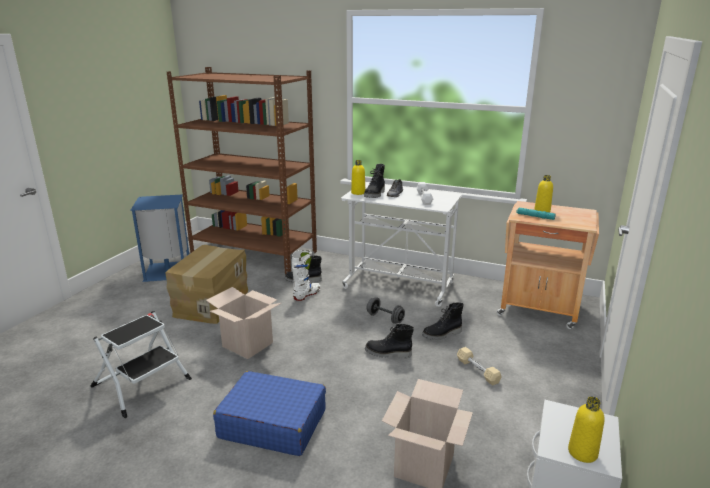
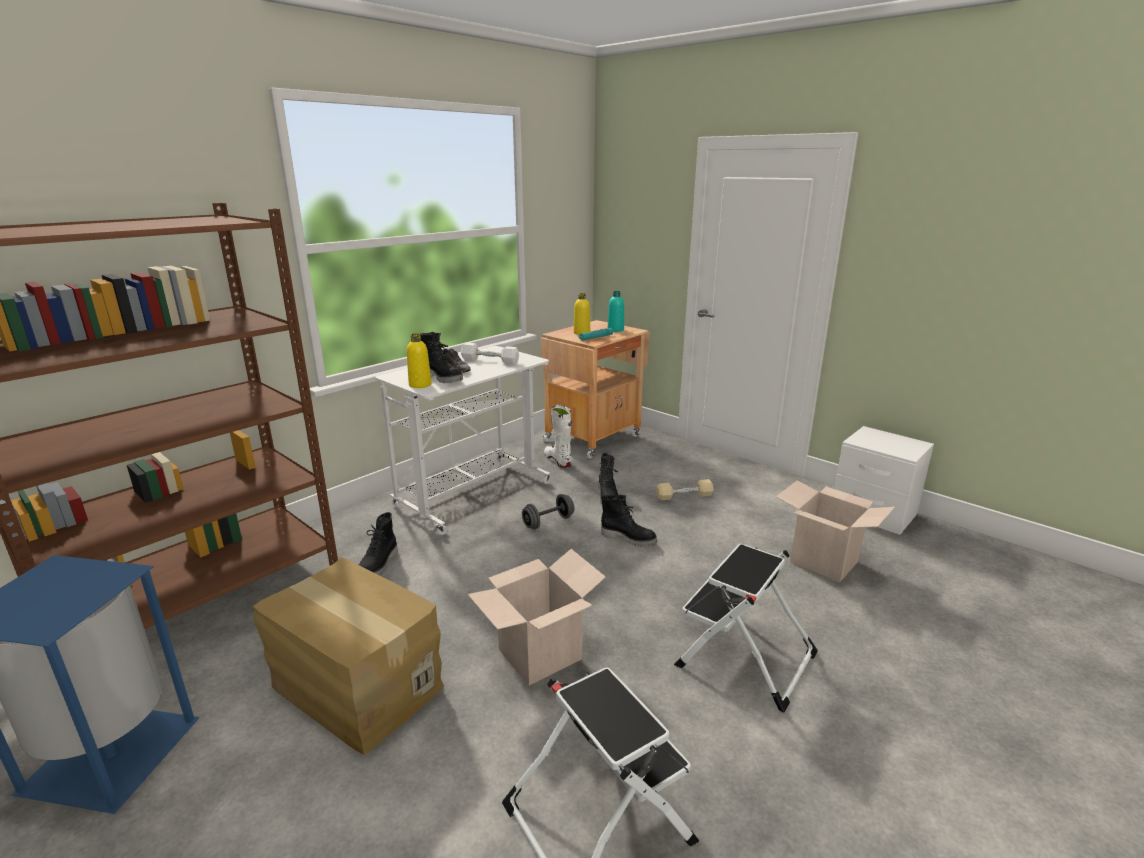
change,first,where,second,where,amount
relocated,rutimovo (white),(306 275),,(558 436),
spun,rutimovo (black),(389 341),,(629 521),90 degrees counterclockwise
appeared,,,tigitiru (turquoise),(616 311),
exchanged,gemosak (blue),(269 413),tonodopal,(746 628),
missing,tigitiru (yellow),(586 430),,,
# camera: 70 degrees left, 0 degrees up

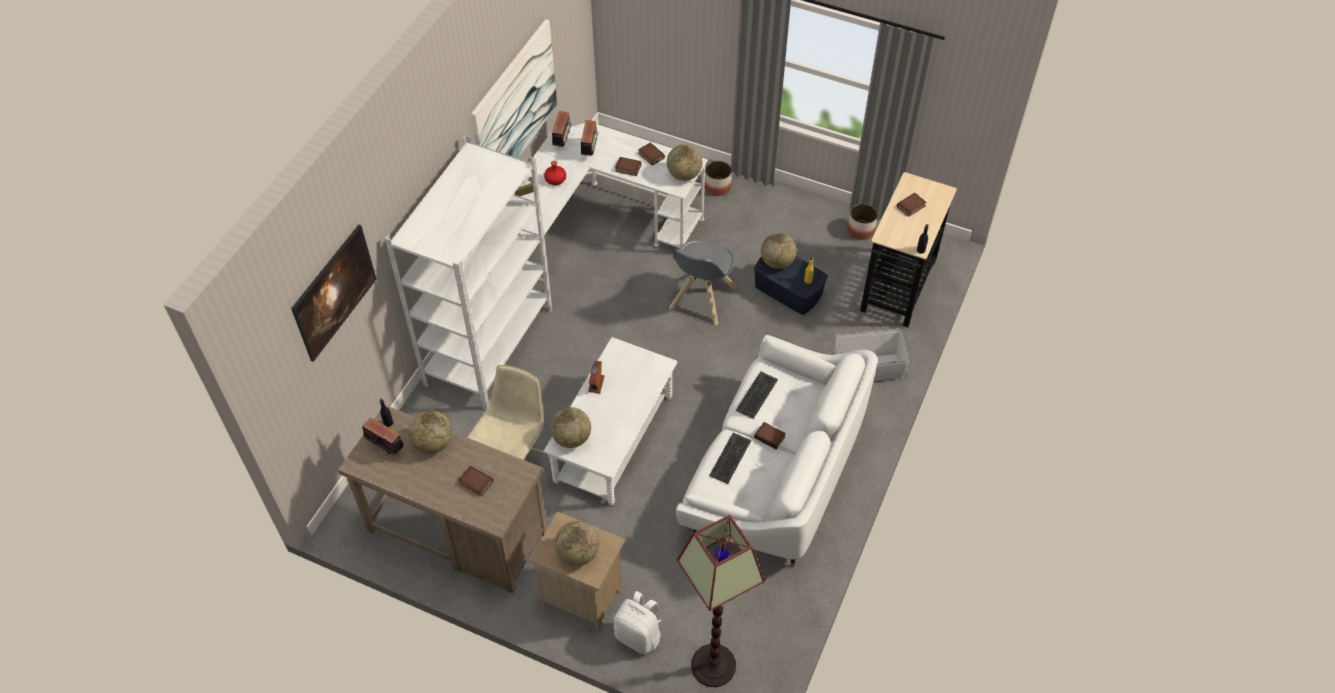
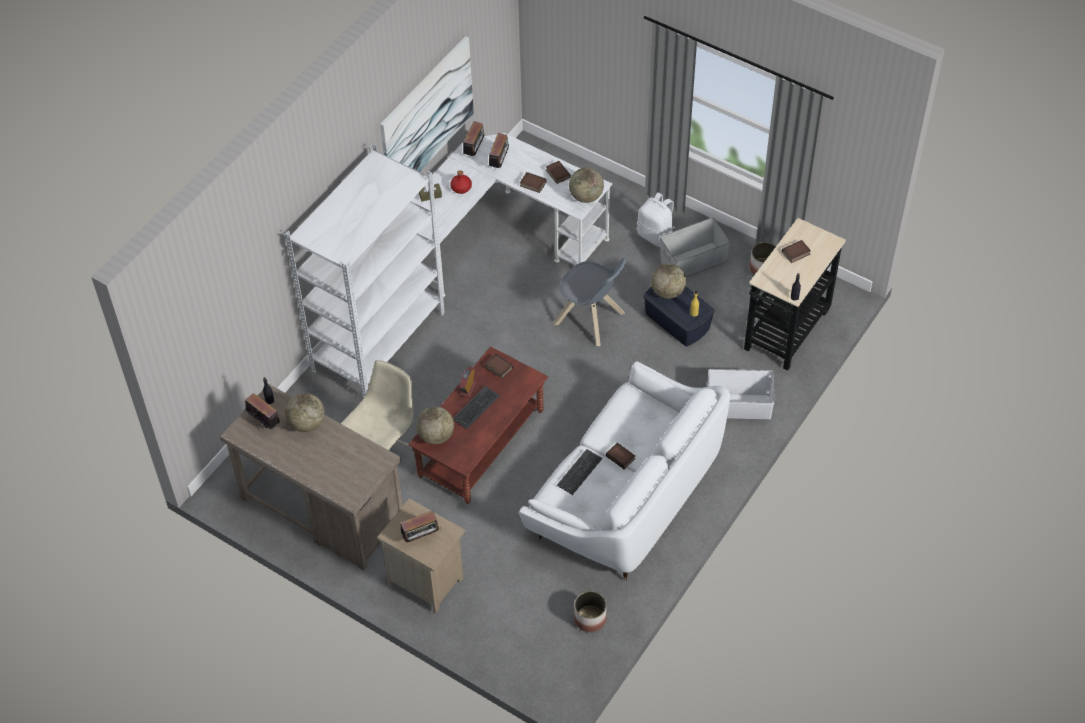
change,first,where,second,where,amount
exchanged,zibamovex,(577 543),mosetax,(420 526),
colour,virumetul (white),(610 421),virumetul (brown),(478 425),
relocated,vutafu,(757 395),,(476 407),
relocated,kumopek,(476 481),,(499 366),
spun,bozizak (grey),(703 282),,(590 302),90 degrees counterclockwise
relocated,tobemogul,(718 178),,(590 611),
relocated,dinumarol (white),(637 622),,(656 219),
appeared,,,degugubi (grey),(695 246),
missing,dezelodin,(334 293),,,
missing,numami,(721 601),,,
# camera: 10 degrees right, 0 degrees up

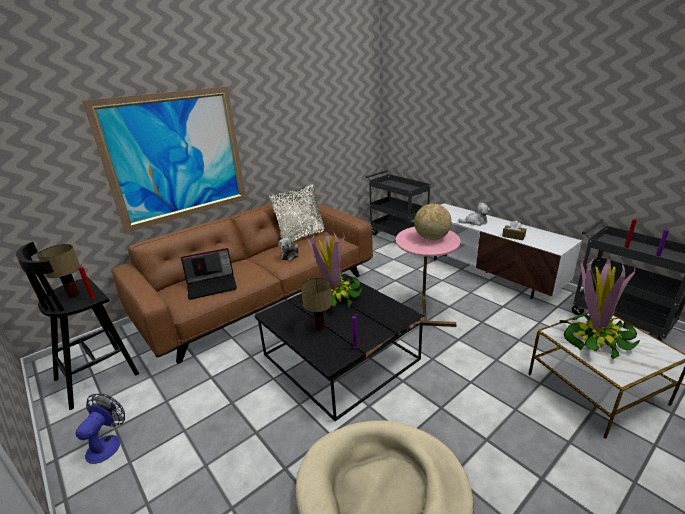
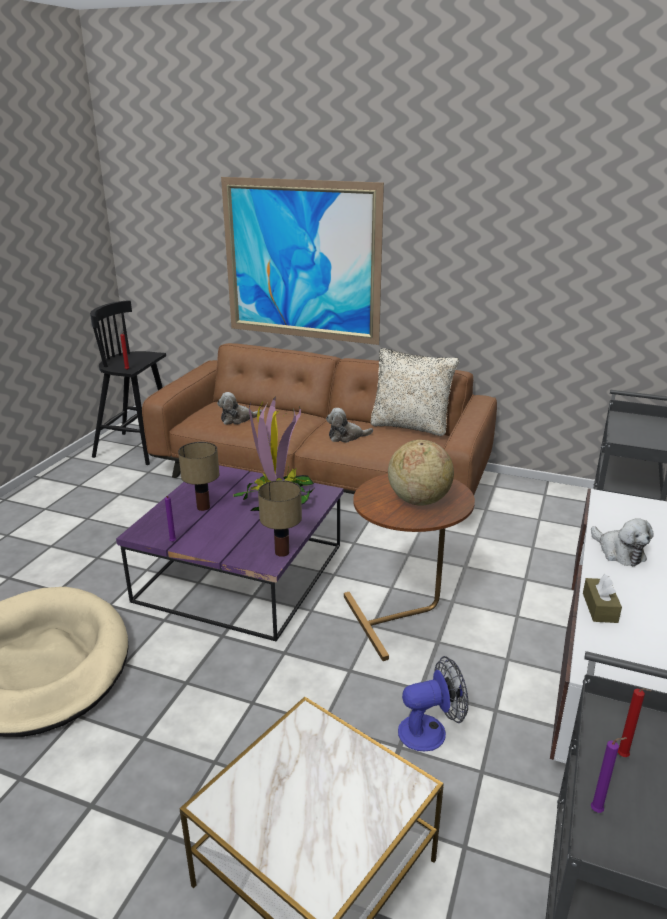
change,first,where,second,where,amount
colour,virumetul (black),(340 347),virumetul (purple),(230 553),
exchanged,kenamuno,(209 274),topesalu,(239 408),
relocated,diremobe,(58 271),,(280 518),
colour,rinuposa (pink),(428 277),rinuposa (brown),(409 567),
relocated,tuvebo,(100 429),,(433 703),
missing,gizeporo,(599 307),,,
# camera: 60 degrees right, 0 degrees up

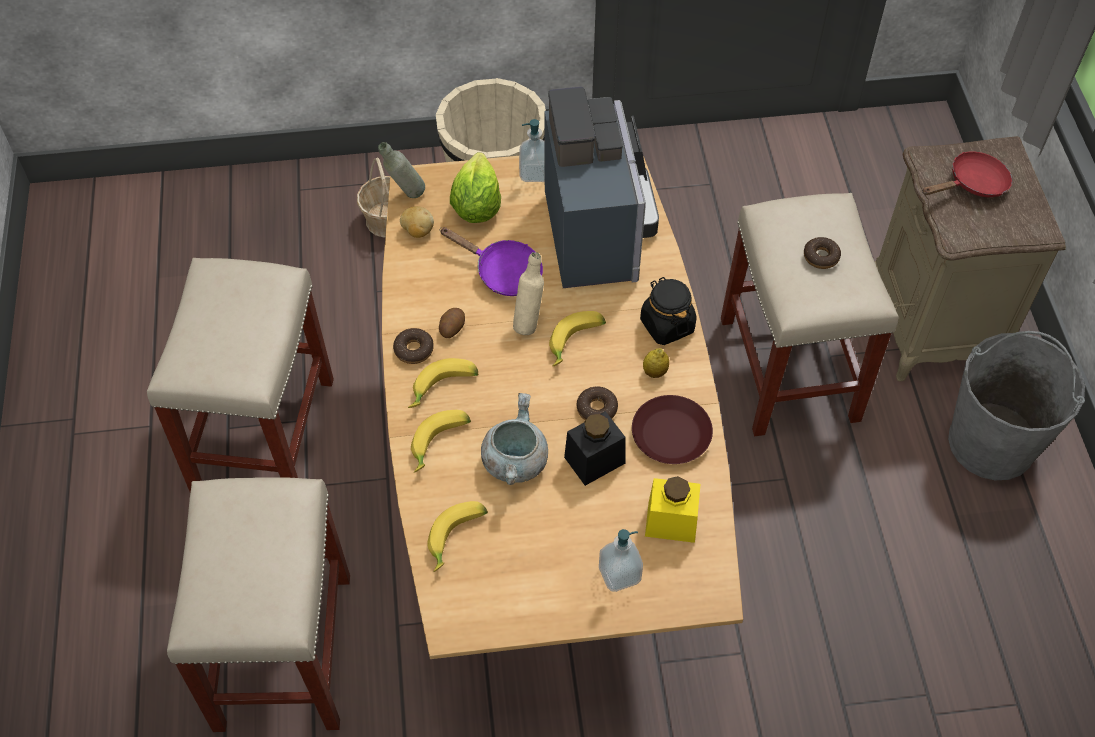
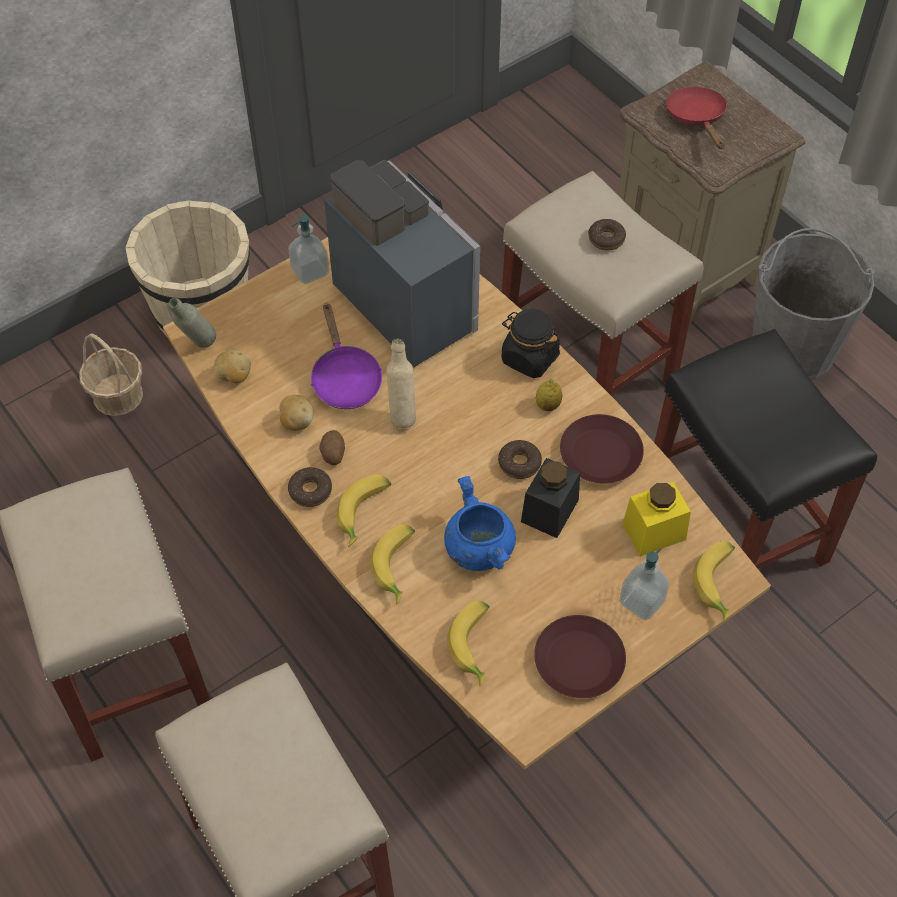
change,first,where,second,where,amount
appeared,,,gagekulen,(296 413),
spun,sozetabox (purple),(492 261),,(346 356),75 degrees clockwise
colour,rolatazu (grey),(514 439),rolatazu (blue),(480 523),
appeared,,,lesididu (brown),(580 656),
appeared,,,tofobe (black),(765 449),
spun,sozetabox (red),(967 174),,(696 117),45 degrees counterclockwise
relocated,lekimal,(577 339),,(714 581),
missing,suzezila,(475 187),,,
# camera: 30 degrees left, 0 degrees up

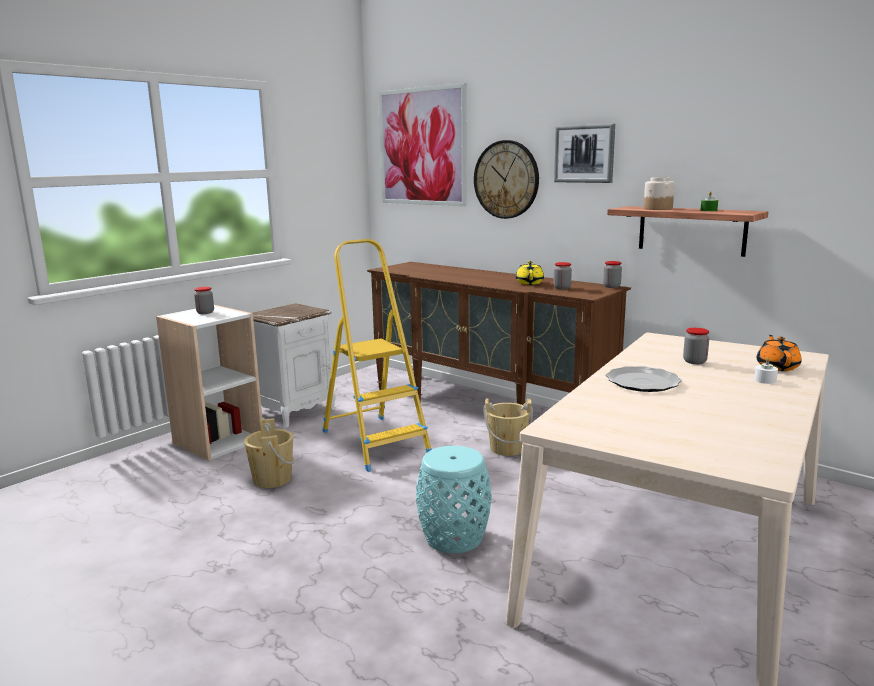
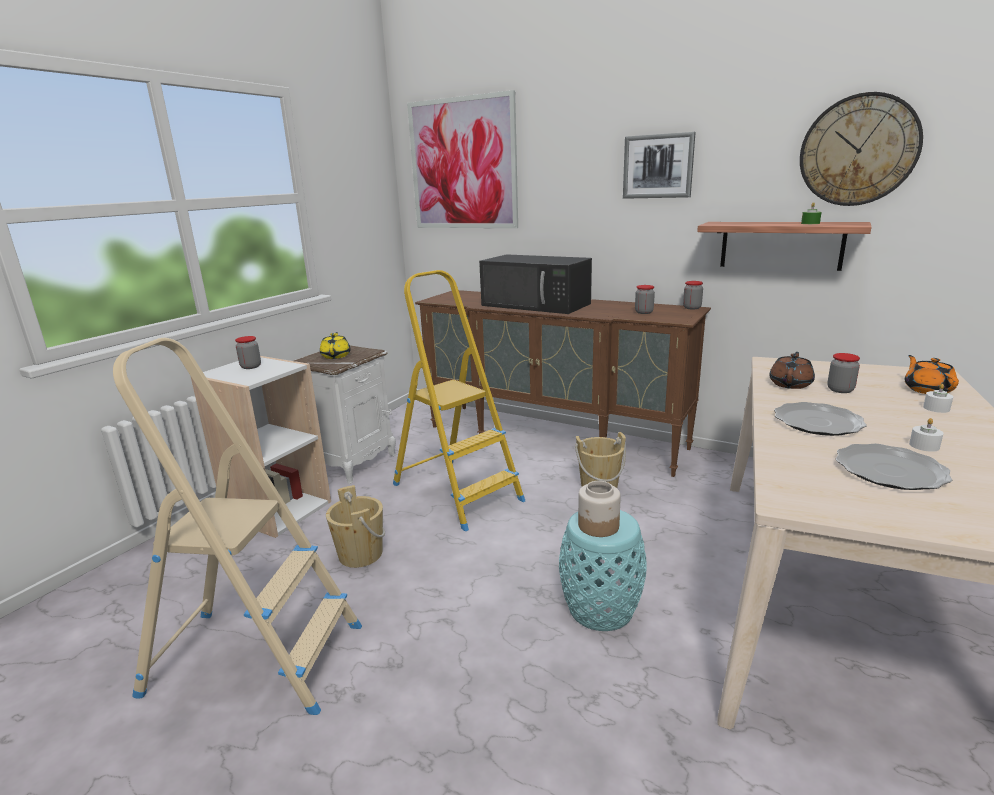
change,first,where,second,where,amount
appeared,,,tonodopal (beige),(237 526),
relocated,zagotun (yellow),(530 273),,(335 345),
appeared,,,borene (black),(535 284),
relocated,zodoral,(659 193),,(599 509),
appeared,,,zagotun (brown),(792 370),
relocated,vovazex,(506 179),,(861 149),
appeared,,,lesididu,(894 467),
appeared,,,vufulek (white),(926 435),
# camera: 10 degrees left, 5 degrees up

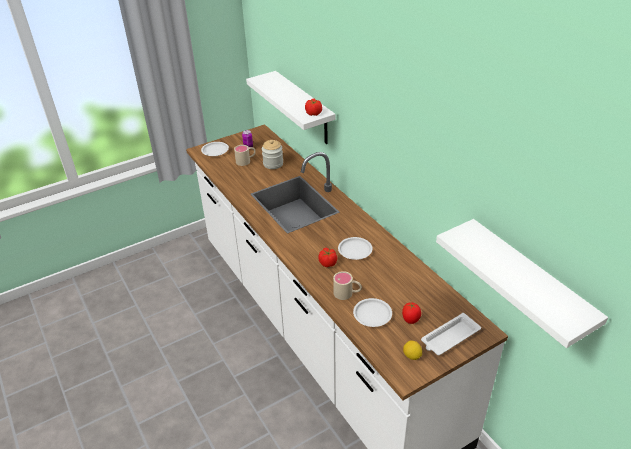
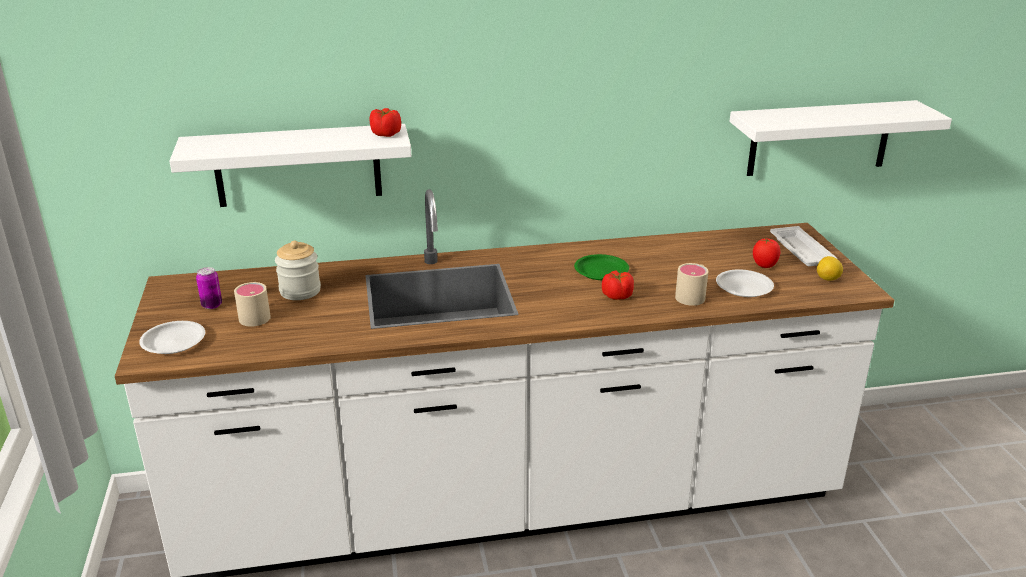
change,first,where,second,where,amount
colour,lesididu (white),(355 248),lesididu (green),(601 267),
# camera: 70 degrees left, 10 degrees down

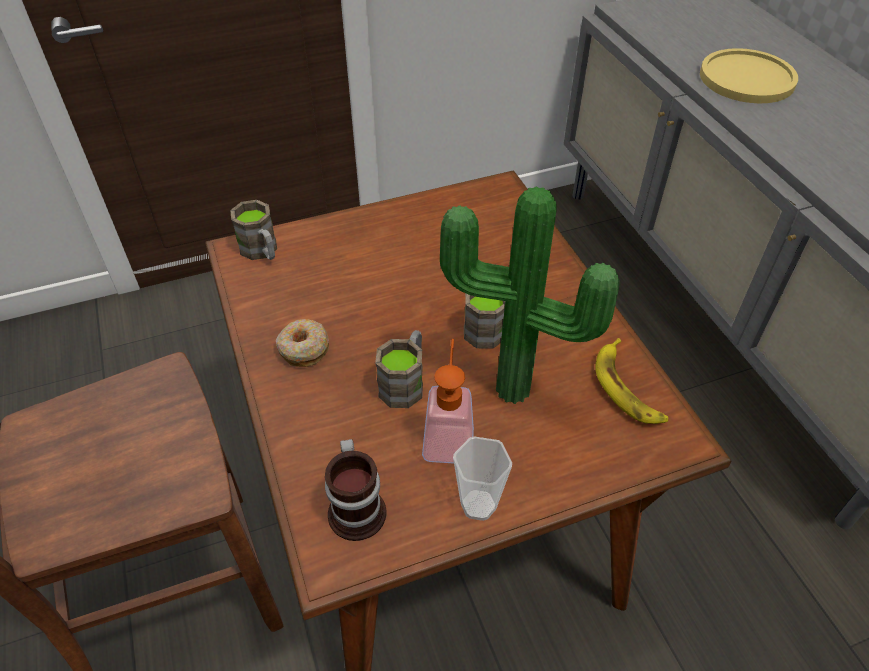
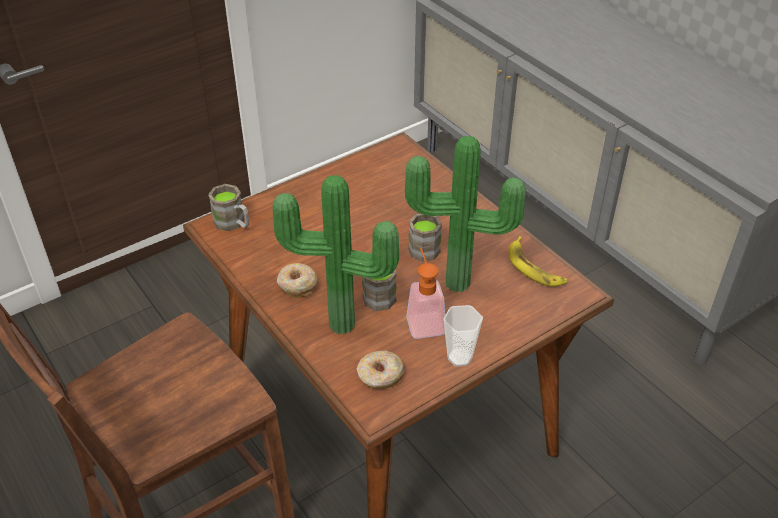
change,first,where,second,where,amount
appeared,,,gizeporo,(336 254),
exchanged,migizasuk,(356 490),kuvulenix,(380 369),
missing,lesididu (yellow),(749 75),,,
# camera: 15 degrees left, 5 degrees down

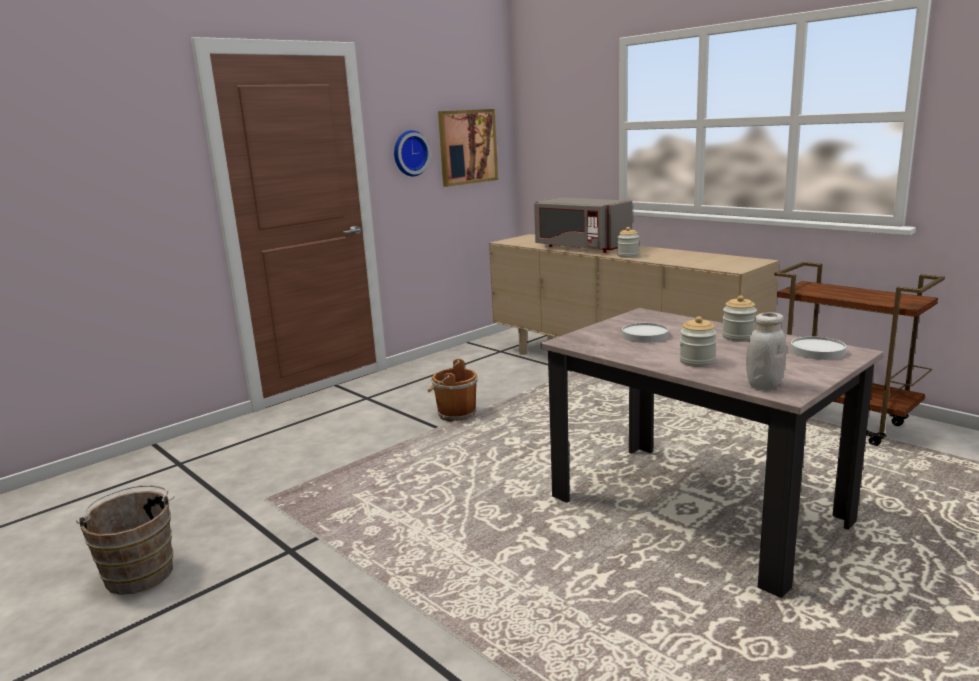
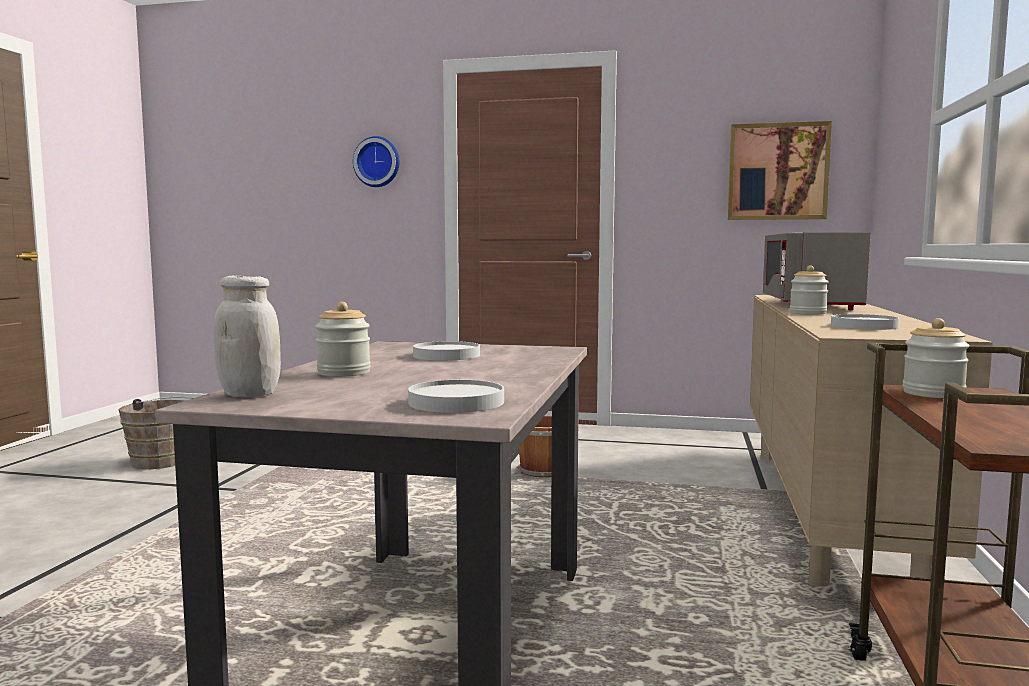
change,first,where,second,where,amount
relocated,vovazex,(412 153),,(376 161),
appeared,,,lesididu (white),(865 322),
relocated,zodoral,(739 318),,(936 358),
# camera: 55 degrees right, 10 degrees down

